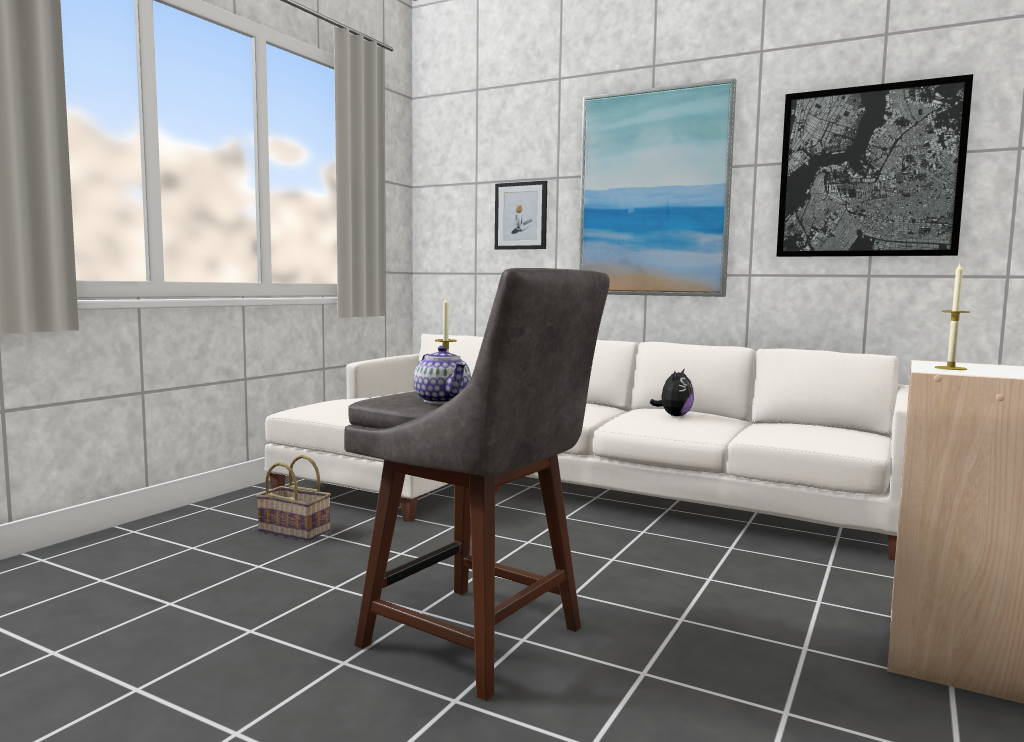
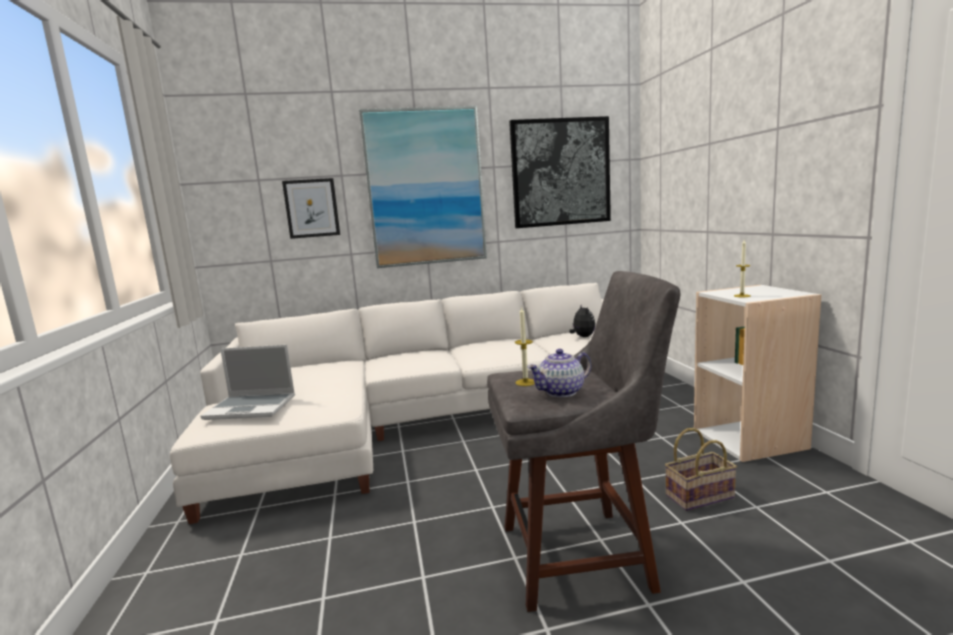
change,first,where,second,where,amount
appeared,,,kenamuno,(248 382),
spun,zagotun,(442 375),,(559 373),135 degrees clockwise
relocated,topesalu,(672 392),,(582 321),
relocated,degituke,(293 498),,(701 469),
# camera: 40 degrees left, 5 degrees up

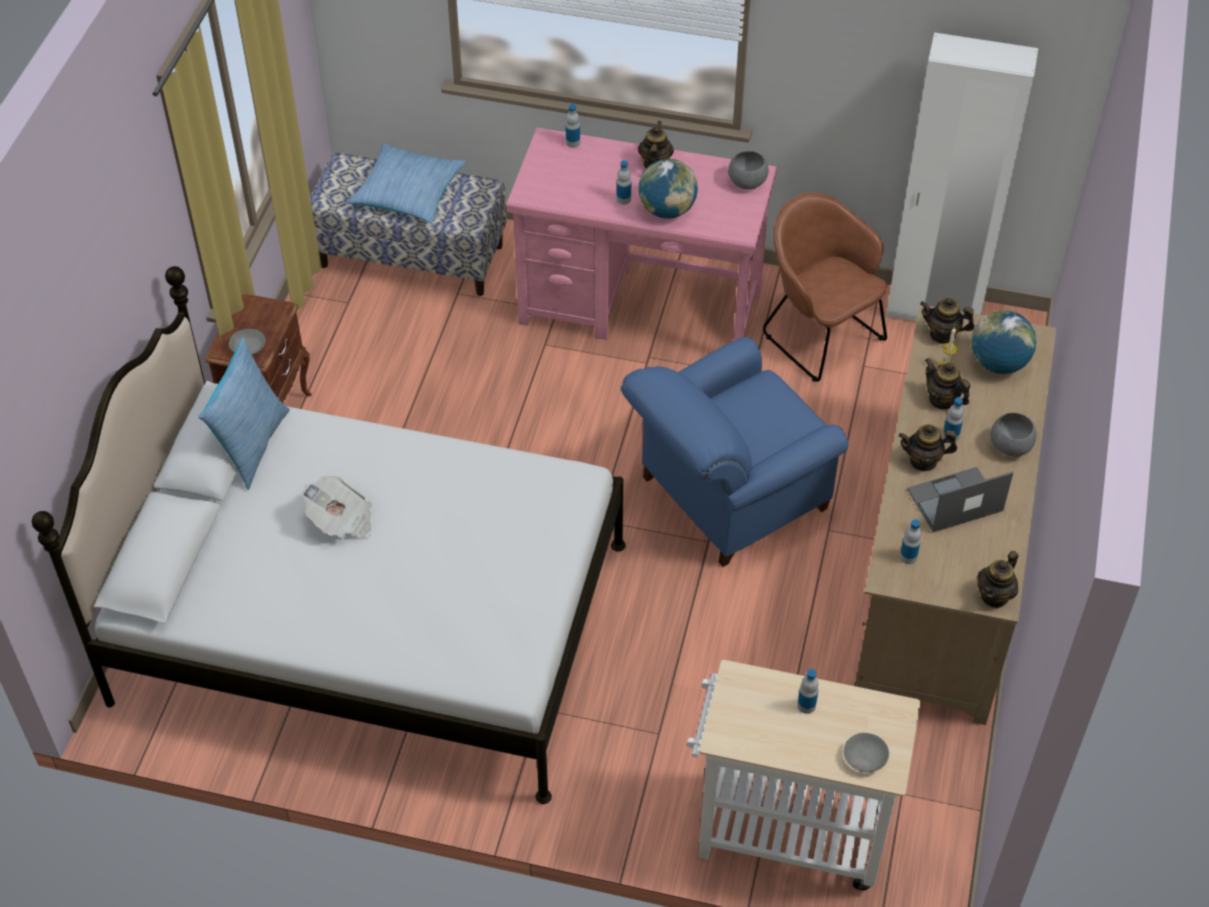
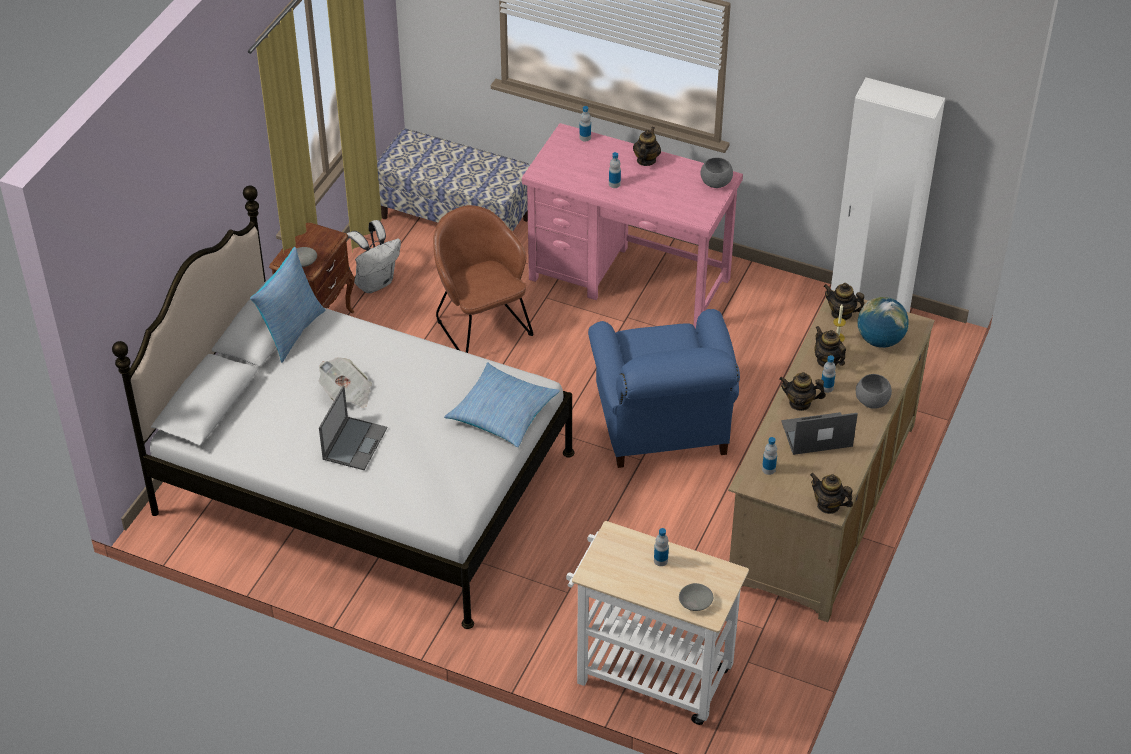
change,first,where,second,where,amount
appeared,,,kenamuno,(353 428),
appeared,,,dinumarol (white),(373 256),
relocated,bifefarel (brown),(825 287),,(483 279),
relocated,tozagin,(406 182),,(502 404),
spun,bifefarel (blue),(734 452),,(664 388),75 degrees counterclockwise
spun,zagotun,(998 579),,(831 493),75 degrees clockwise
missing,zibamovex,(668 188),,,
# camera: 10 degrees right, 5 degrees down

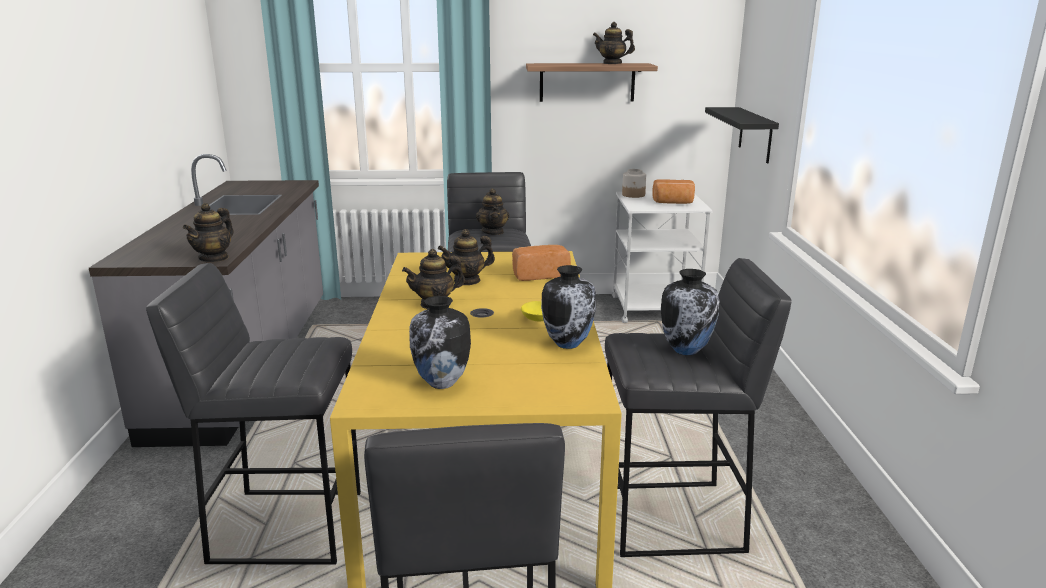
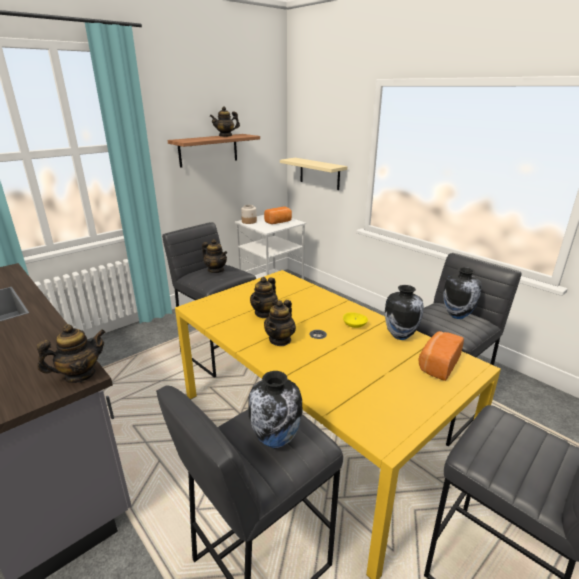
change,first,where,second,where,amount
spun,zagotun,(208 233),,(71 353),105 degrees counterclockwise
relocated,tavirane,(440 342),,(275 409),
colour,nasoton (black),(742 135),nasoton (beige),(313 174),
relocated,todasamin,(541 263),,(441 356),
# camera: 40 degrees left, 5 degrees up

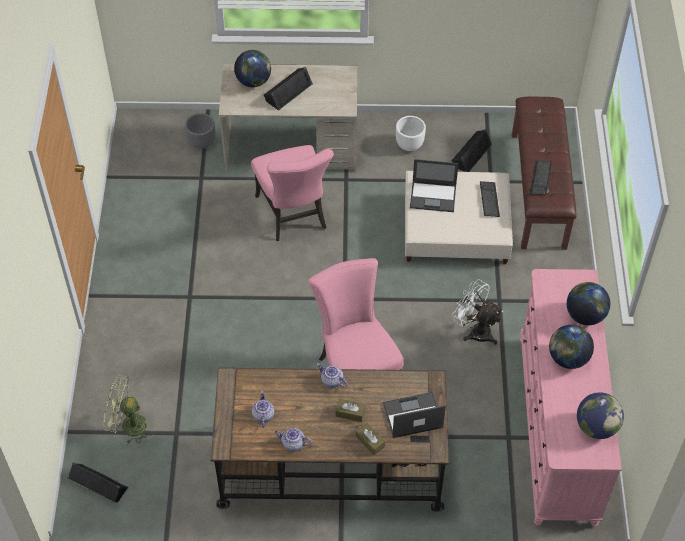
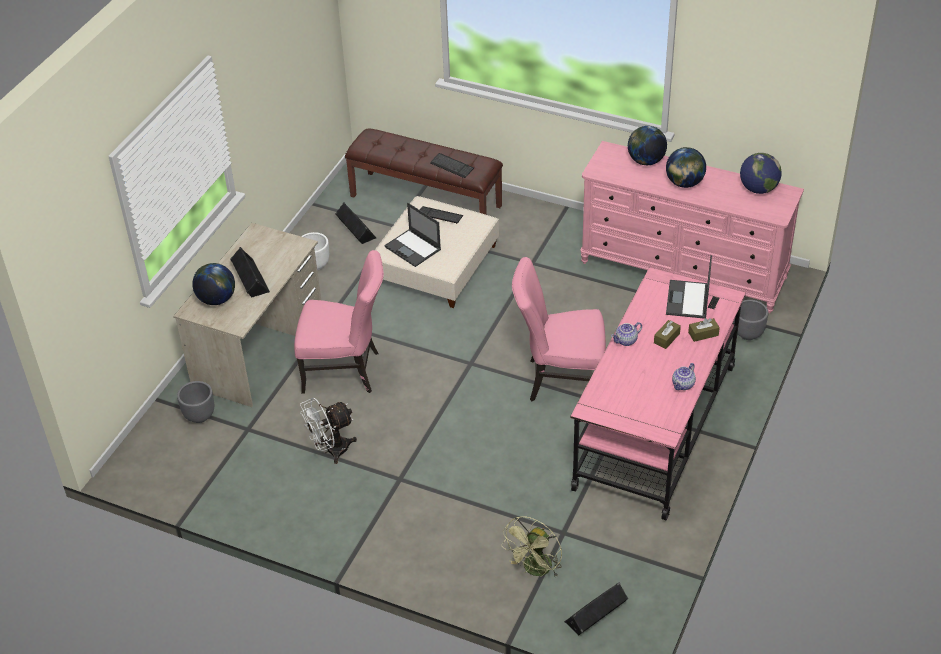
change,first,where,second,where,amount
relocated,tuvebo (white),(477 312),,(328 431),
spun,kenamuno,(434 185),,(412 235),105 degrees clockwise
colour,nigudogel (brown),(330 440),nigudogel (pink),(658 393),
appeared,,,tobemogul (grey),(750 320),
missing,zagotun,(263 409),,,
# camera: 65 degrees left, 10 degrees down

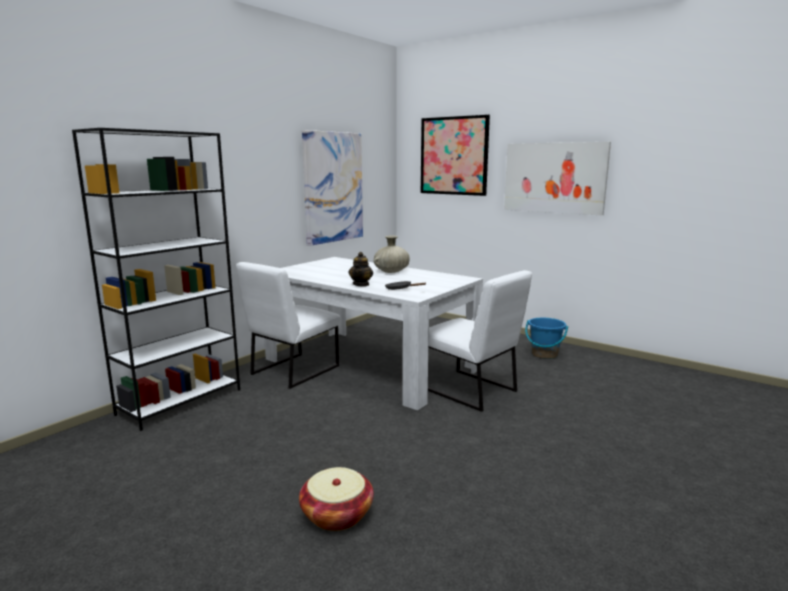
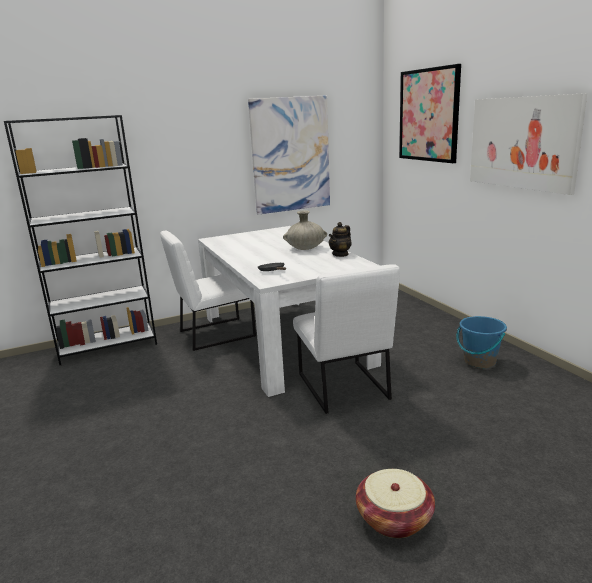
change,first,where,second,where,amount
relocated,zagotun,(360 269),,(340 239),
relocated,degituke,(336 499),,(395 503),
# camera: 30 degrees right, 5 degrees up

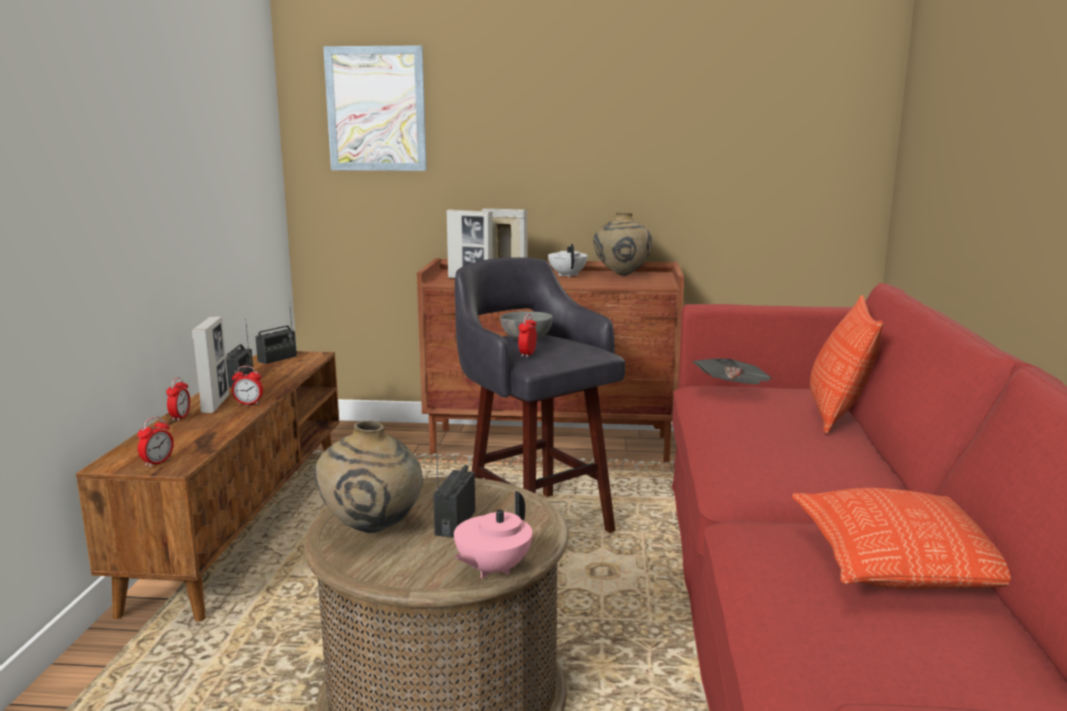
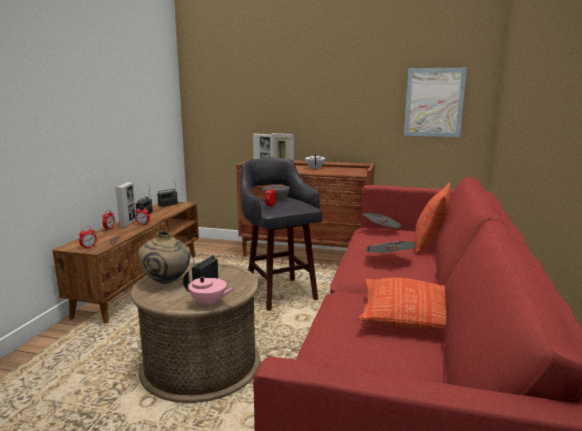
change,first,where,second,where,amount
spun,zagotun (pink),(493 534),,(209 289),120 degrees counterclockwise
appeared,,,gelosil,(391 247),
relocated,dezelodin,(375 108),,(435 102),
missing,tavirane (beige),(623 244),,,
# camera: 10 degrees right, 0 degrees up

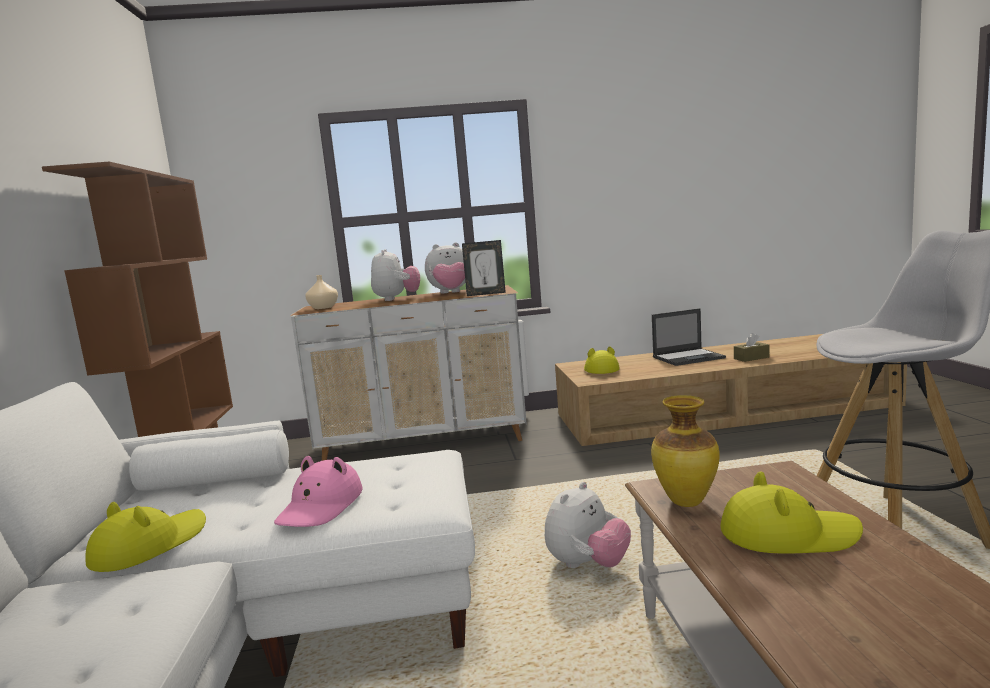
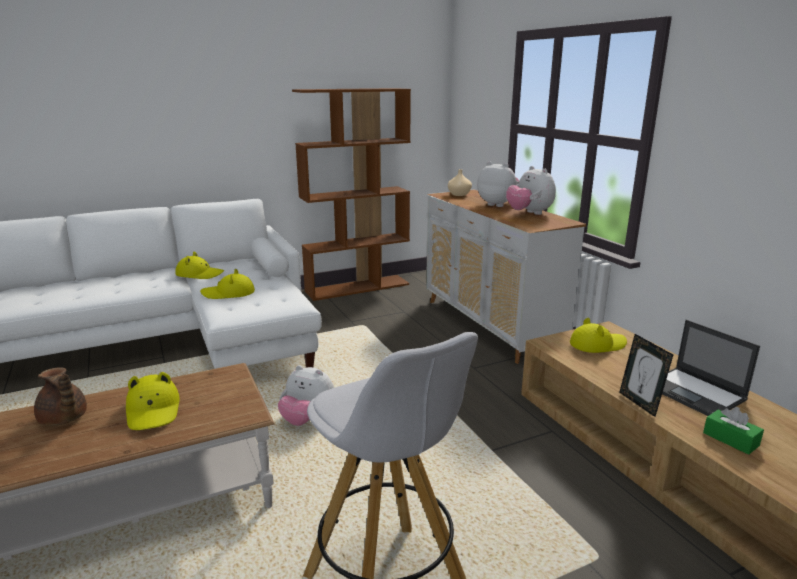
change,first,where,second,where,amount
appeared,,,zagotun (brown),(60 396),
colour,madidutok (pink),(318 491),madidutok (yellow),(227 284),
spun,topesalu,(395 275),,(498 184),120 degrees counterclockwise
relocated,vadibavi,(484 268),,(646 375),
colour,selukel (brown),(751 347),selukel (green),(733 431),
missing,tavirane,(685 451),,,
# camera: 70 degrees right, 10 degrees up

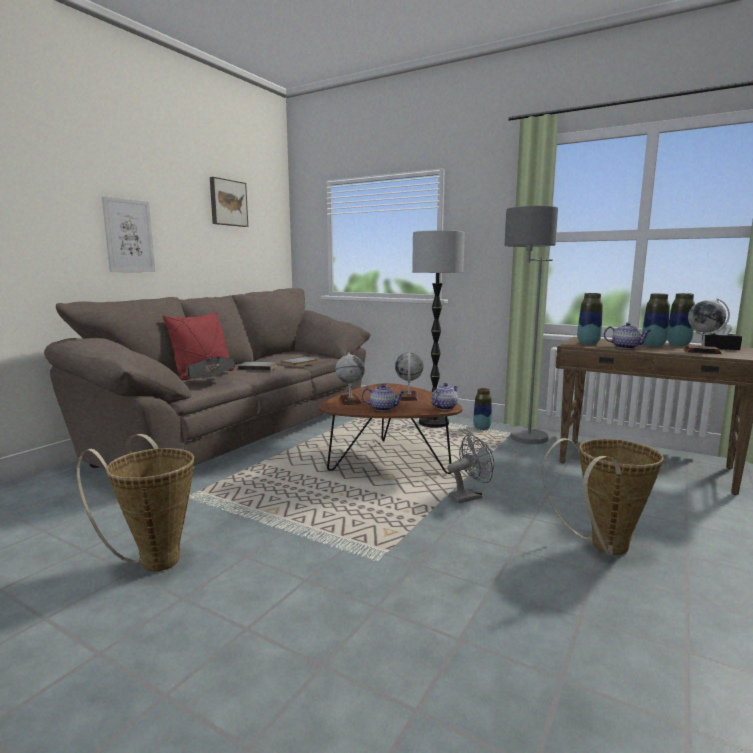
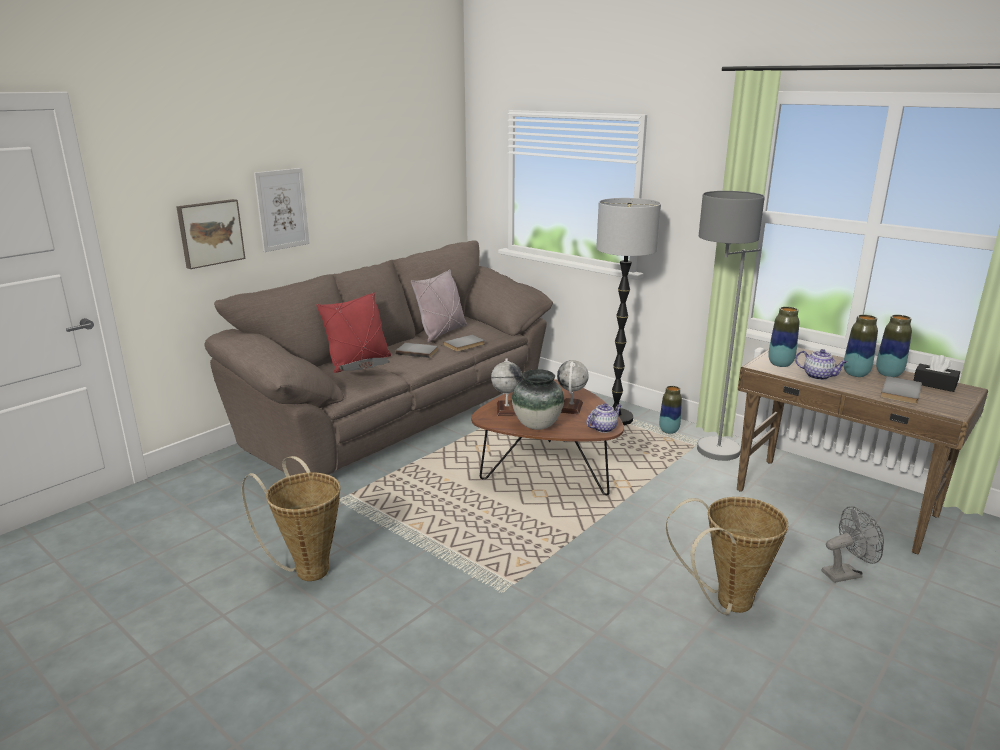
change,first,where,second,where,amount
relocated,dezelodin,(229 202),,(210 234),
appeared,,,tozagin (purple),(439 305),
exchanged,zagotun,(383 397),tavirane,(538 399),
relocated,tuvebo (grey),(470 468),,(853 544),
exchanged,zibamovex,(707 326),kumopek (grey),(901 390),
# camera: 10 degrees right, 10 degrees up

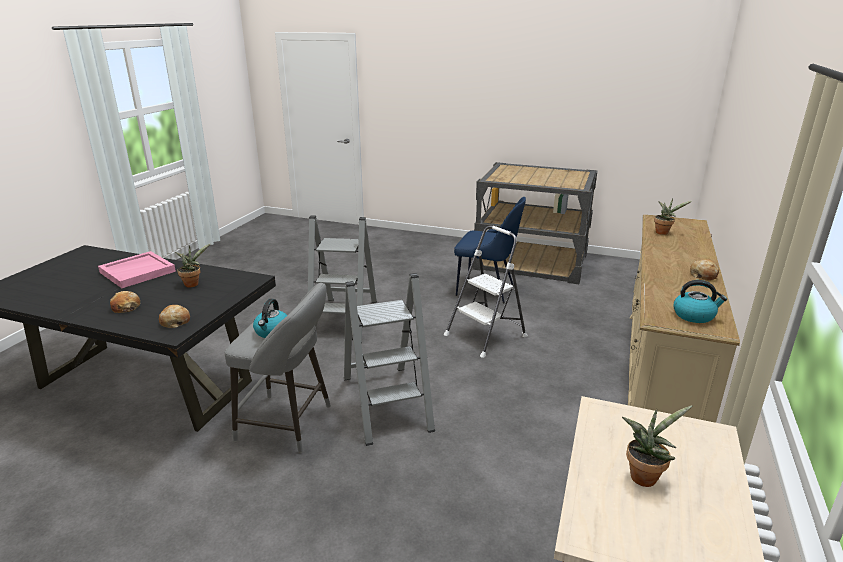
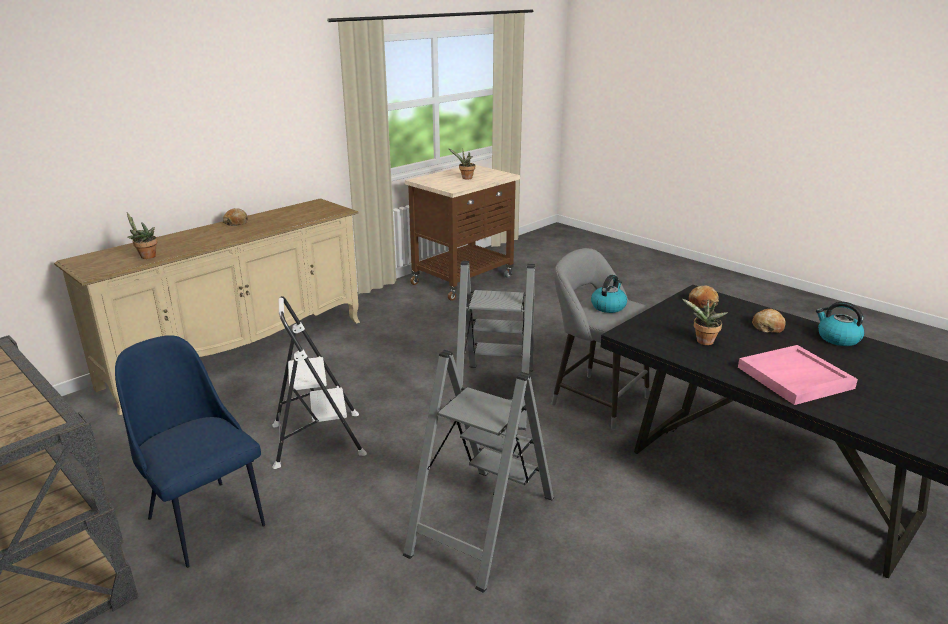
change,first,where,second,where,amount
relocated,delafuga,(700 301),,(840 324),
# camera: 155 degrees left, 0 degrees up

